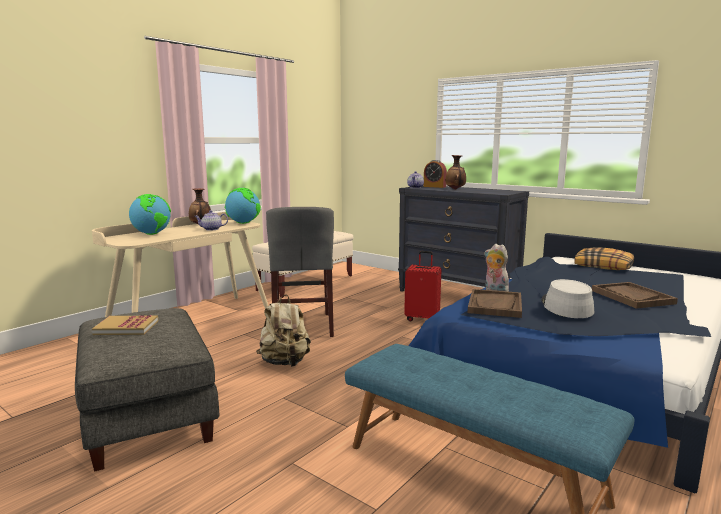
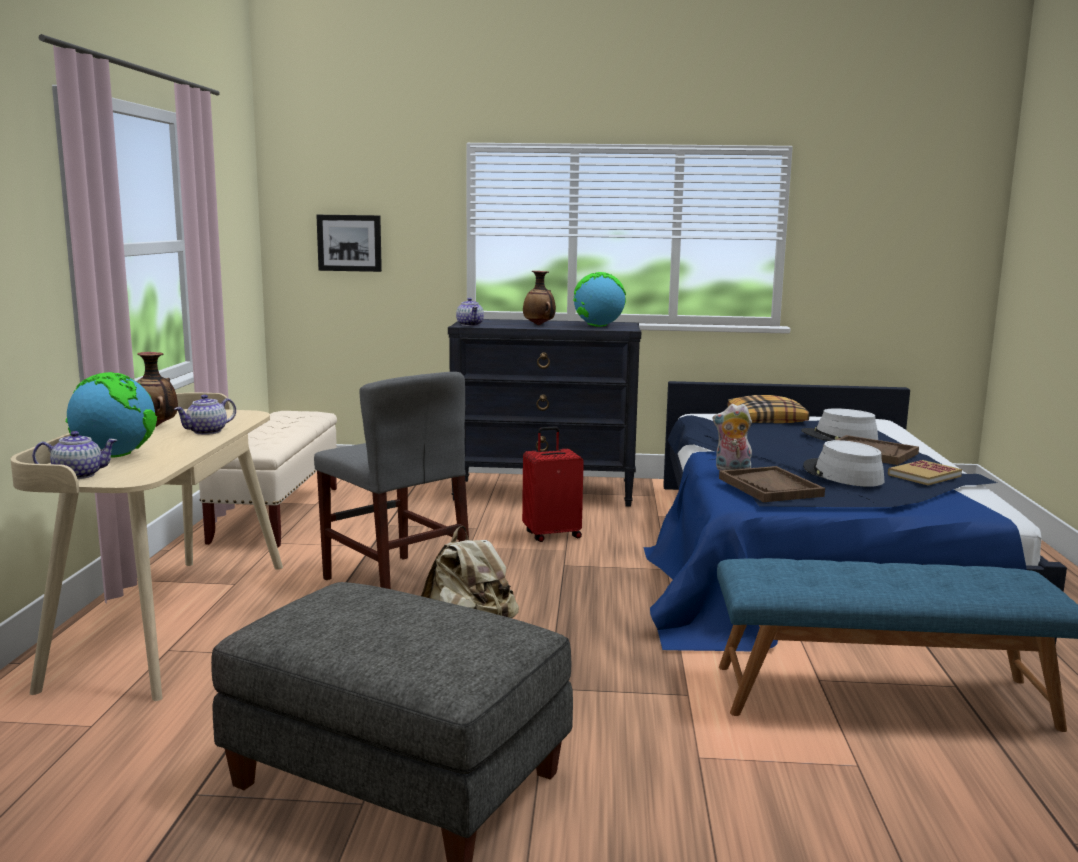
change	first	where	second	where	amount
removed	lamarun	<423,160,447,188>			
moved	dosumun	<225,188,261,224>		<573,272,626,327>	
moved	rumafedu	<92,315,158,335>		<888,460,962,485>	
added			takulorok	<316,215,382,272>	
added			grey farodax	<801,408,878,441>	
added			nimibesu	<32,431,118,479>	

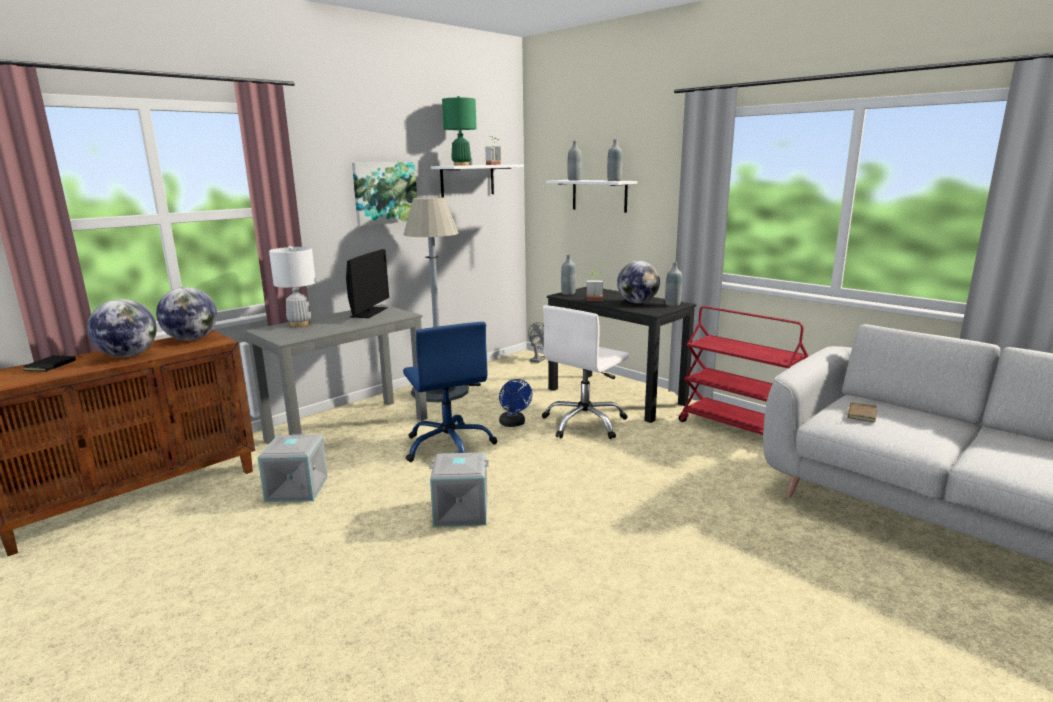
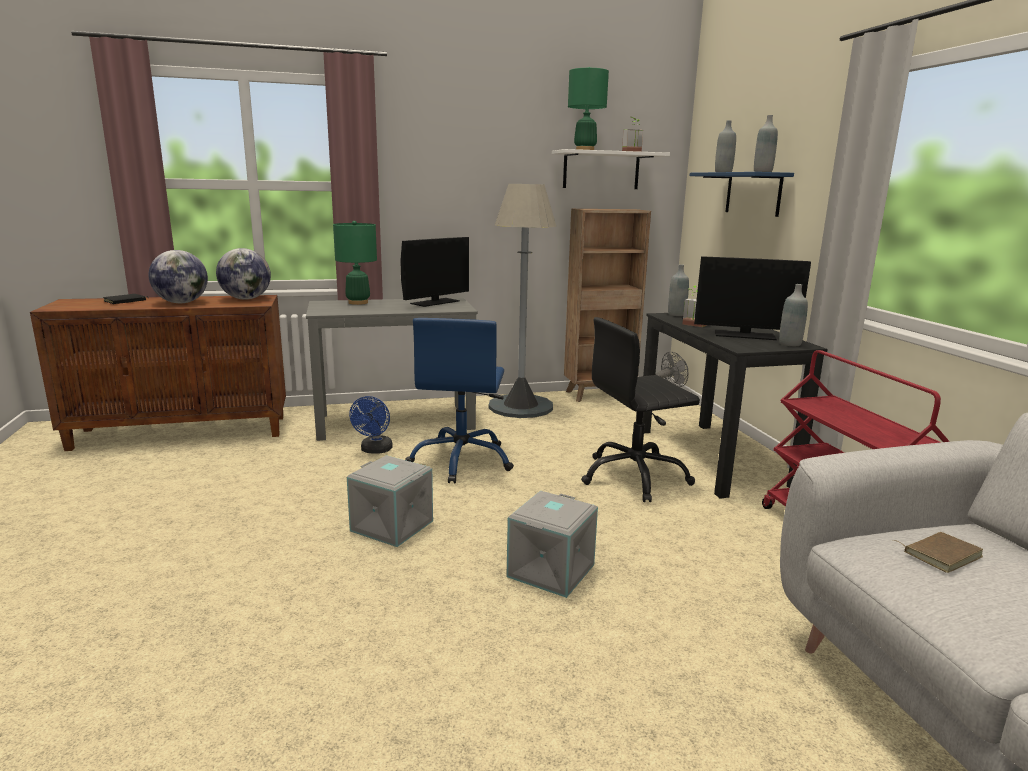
change	first	where	second	where	amount
removed	takulorok	<352,162,417,226>			
recoloured	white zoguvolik	<546,180,637,213>	blue zoguvolik	<689,172,794,217>	
recoloured	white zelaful	<269,246,316,327>	green zelaful	<333,221,377,305>	
replaced	dosumun	<617,261,660,303>	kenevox	<694,256,811,340>	
recoloured	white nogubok	<542,305,629,439>	black nogubok	<581,317,700,502>	
moved	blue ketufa	<499,379,532,427>		<349,396,393,454>	
moved	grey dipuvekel	<258,434,328,502>		<506,491,598,598>	
added			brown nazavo	<564,209,651,402>	

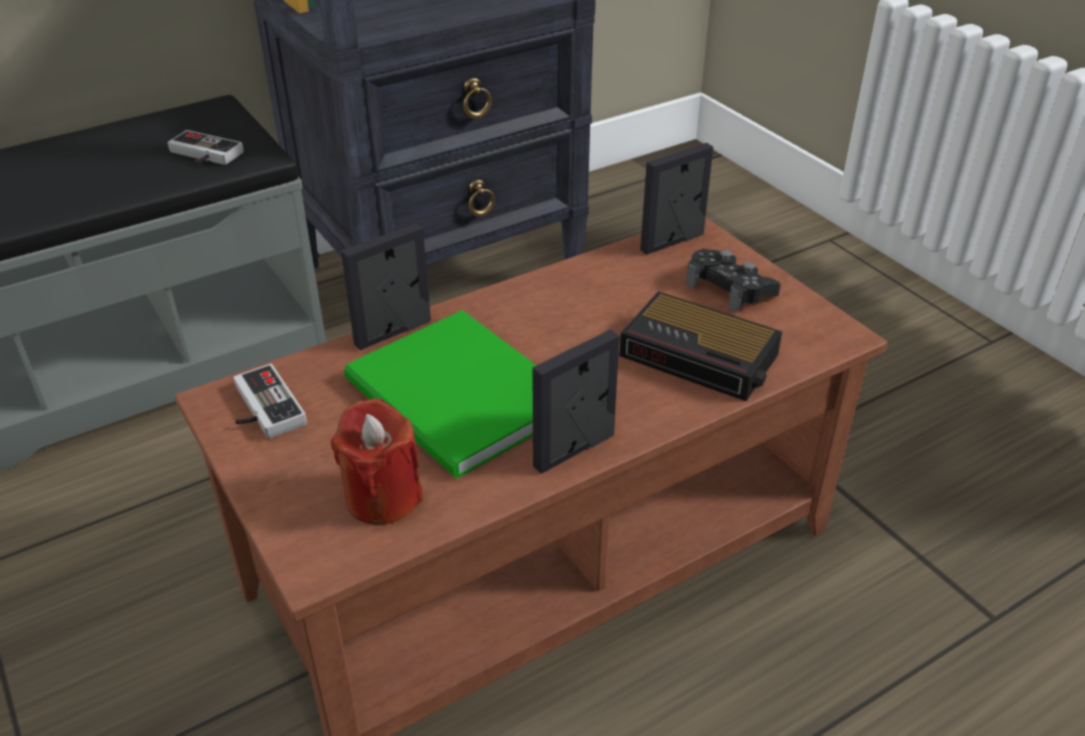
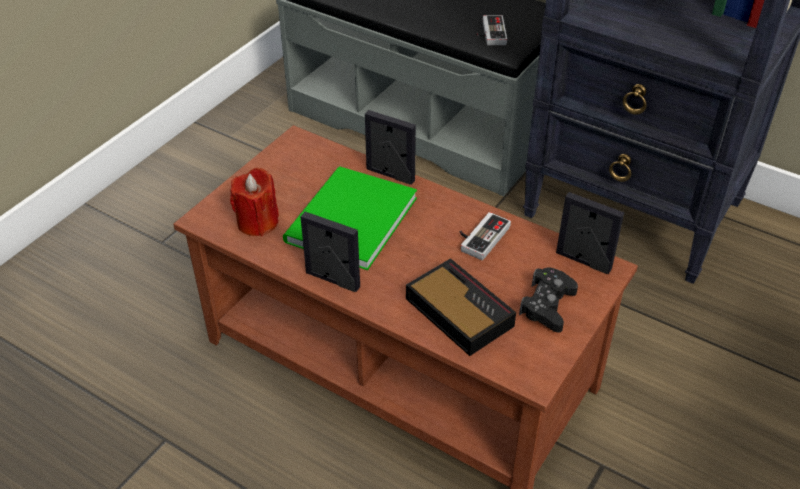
change	first	where	second	where	amount
turned	lamarun	<620,291,782,401>		<406,258,516,356>	135 degrees clockwise
moved	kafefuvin	<233,364,307,439>		<459,212,511,260>	

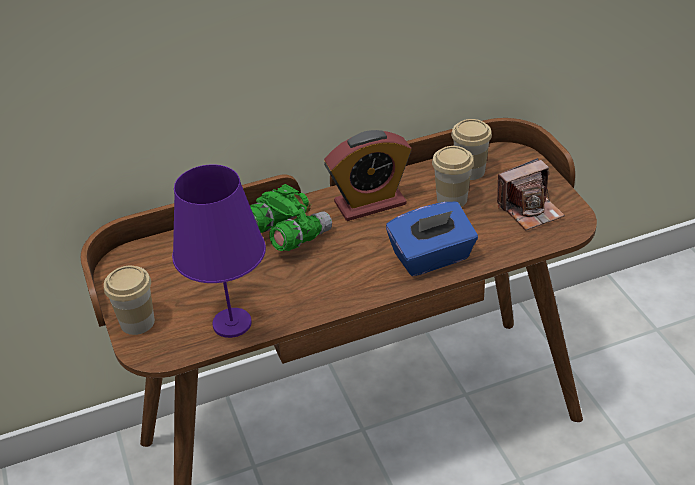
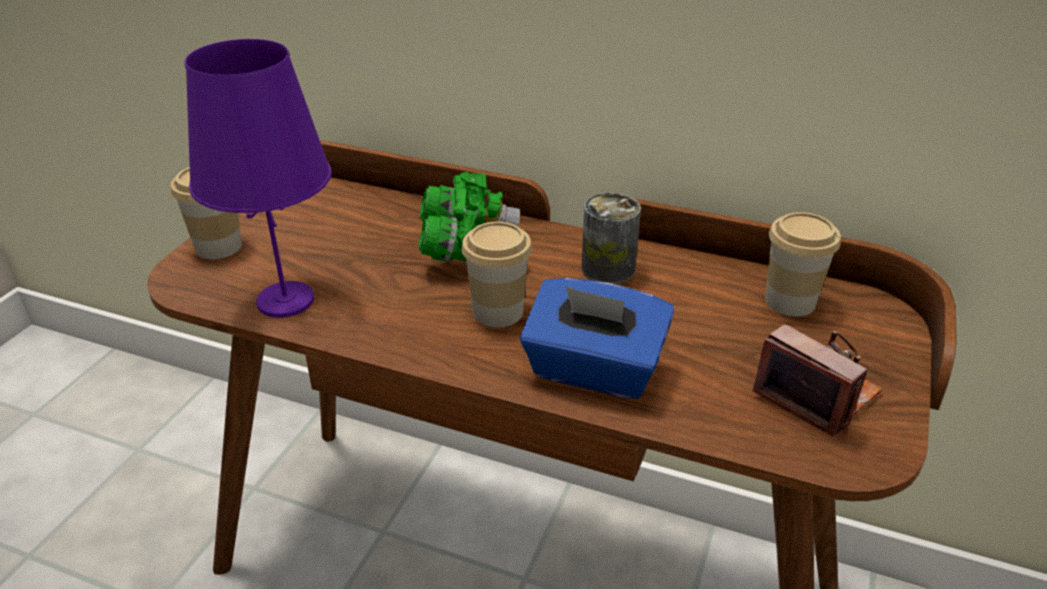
change	first	where	second	where	amount
replaced	lamarun	<324,130,411,221>	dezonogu	<581,193,641,284>	
moved	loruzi	<432,146,474,207>		<462,222,532,327>	
turned	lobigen	<497,158,565,231>		<753,324,882,436>	150 degrees counterclockwise

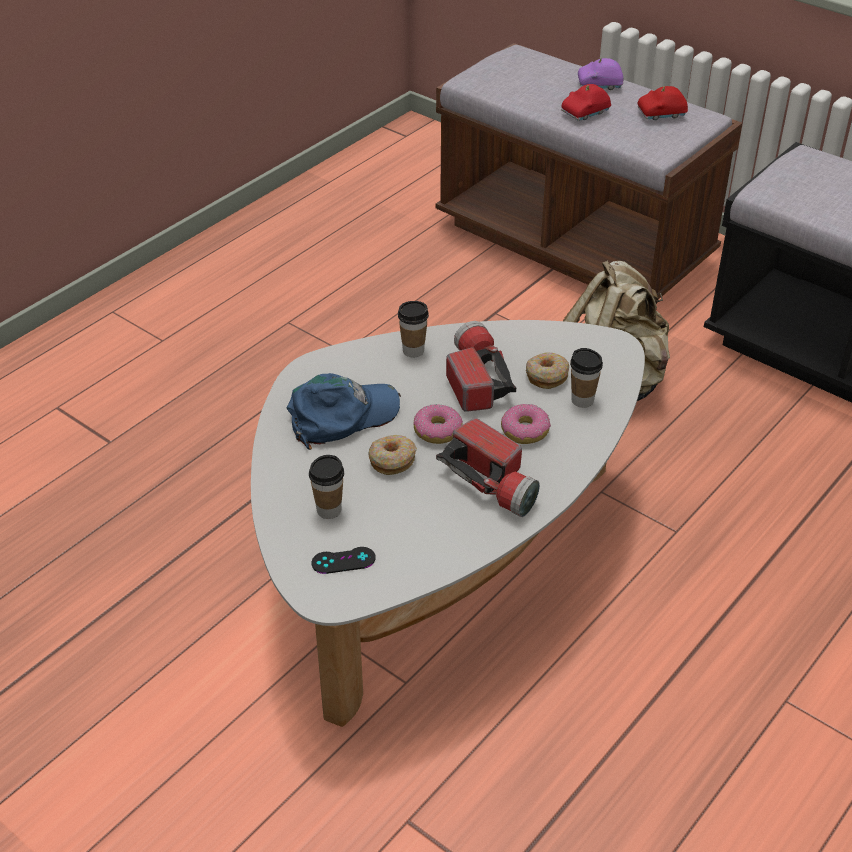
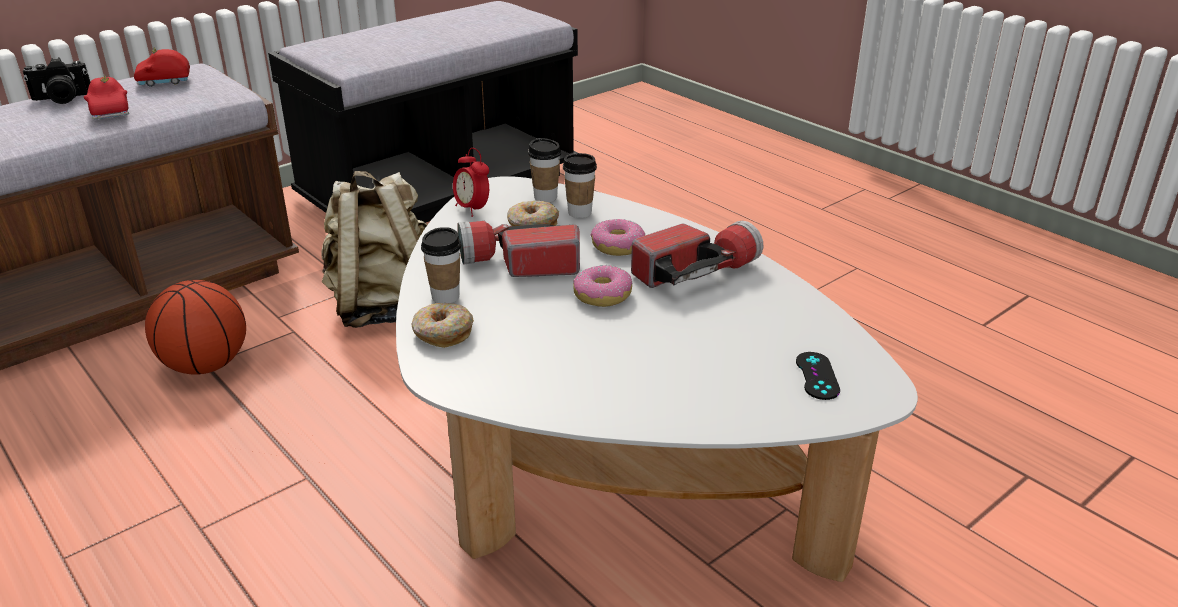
change	first	where	second	where	amount
replaced	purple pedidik	<578,58,624,90>	lobigen	<23,57,90,104>	
turned	red pedidik	<638,86,688,120>		<134,48,190,87>	75 degrees clockwise
removed	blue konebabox	<287,373,401,450>			
moved	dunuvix	<368,435,417,475>		<411,303,474,348>	
moved	loruzi	<309,455,344,519>		<528,138,561,202>	
added			lamarun	<453,148,489,217>	
added			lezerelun	<145,280,246,375>	

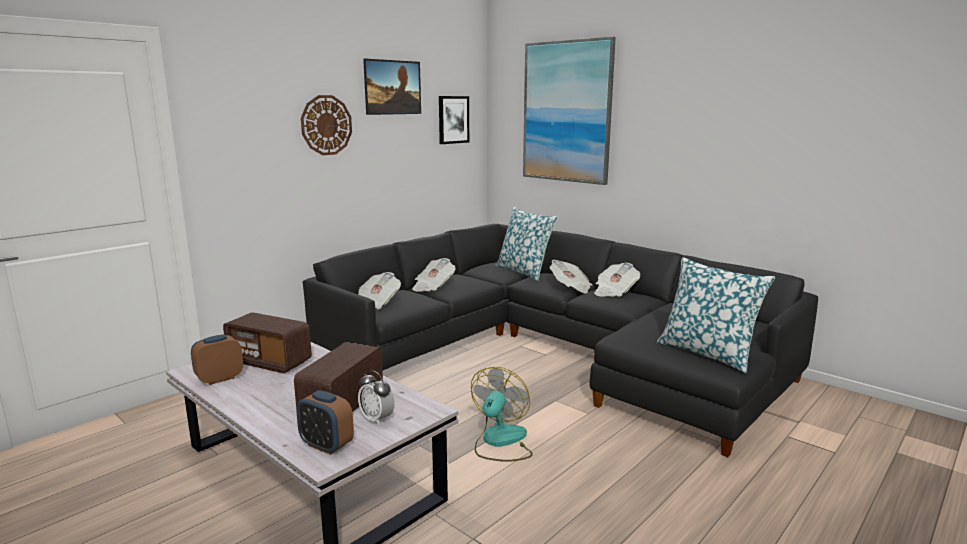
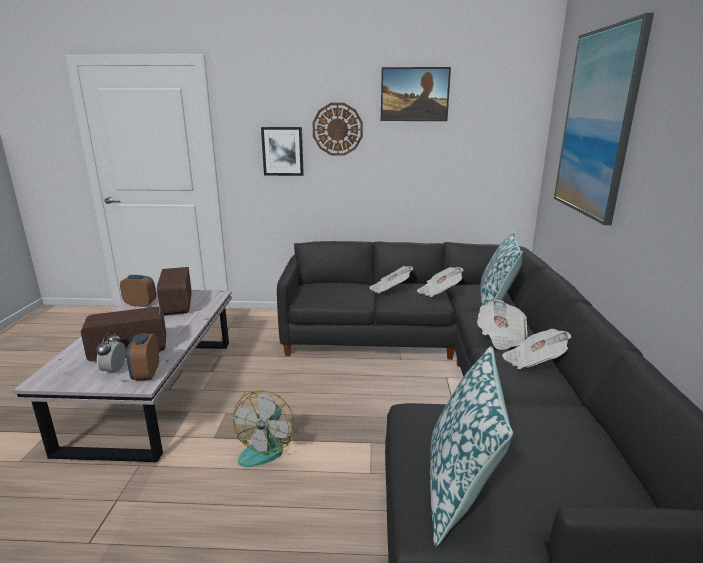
change	first	where	second	where	amount
moved	takulorok	<439,96,469,144>		<261,127,304,176>	
moved	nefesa	<358,272,401,309>		<417,267,464,297>	
turned	ketufa	<471,367,533,462>		<233,390,295,467>	120 degrees clockwise
moved	lamarun	<296,390,354,455>		<126,333,159,381>	

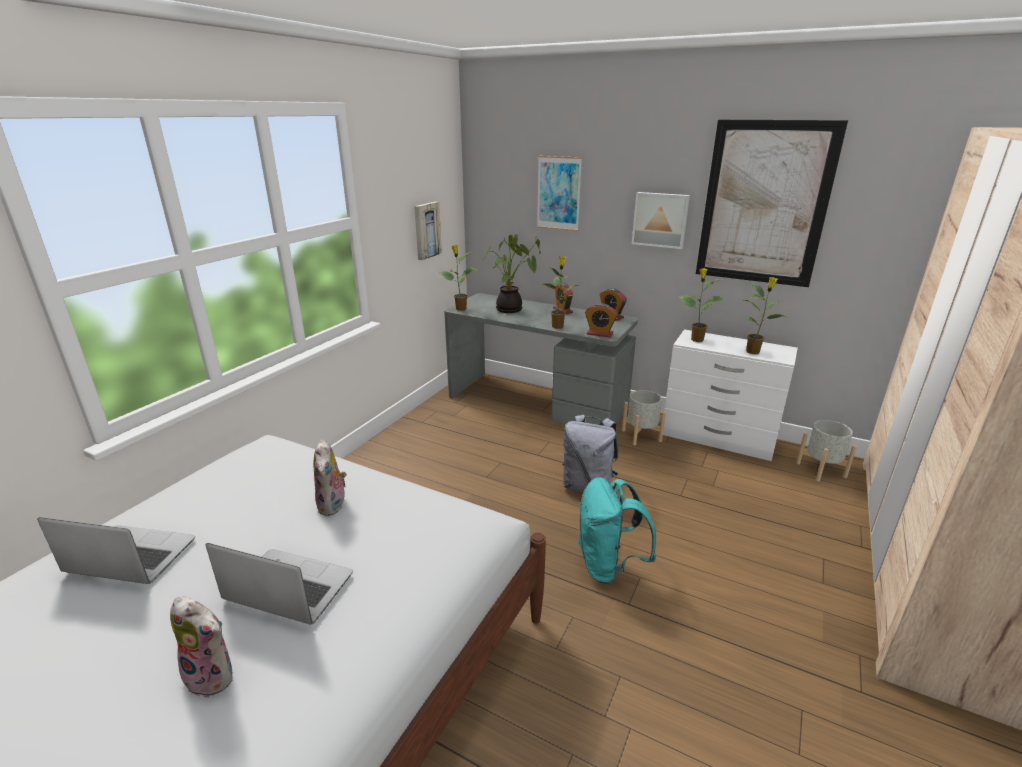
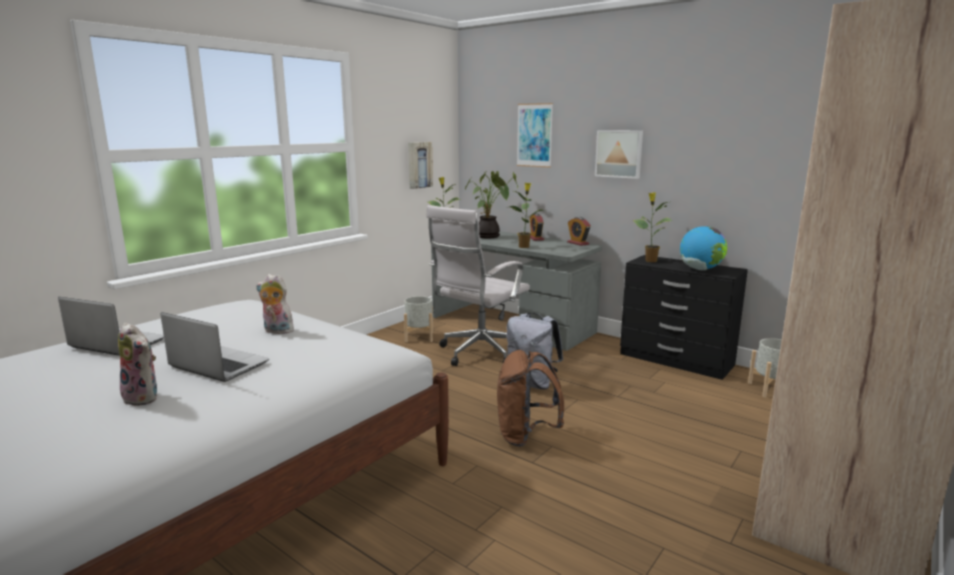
change	first	where	second	where	amount
removed	takulorok	<696,120,848,287>			
replaced	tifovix	<744,277,786,354>	dosumun	<680,226,727,270>	
removed	lamarun	<585,303,618,337>			
recoloured	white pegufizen	<663,329,798,461>	black pegufizen	<620,255,748,380>	
moved	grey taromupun	<622,390,666,445>		<404,296,433,342>	
turned	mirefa	<313,440,347,516>		<256,274,298,334>	105 degrees clockwise
recoloured	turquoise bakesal	<578,477,656,584>	brown bakesal	<497,350,564,447>	
added			white nogubok	<426,205,530,366>	

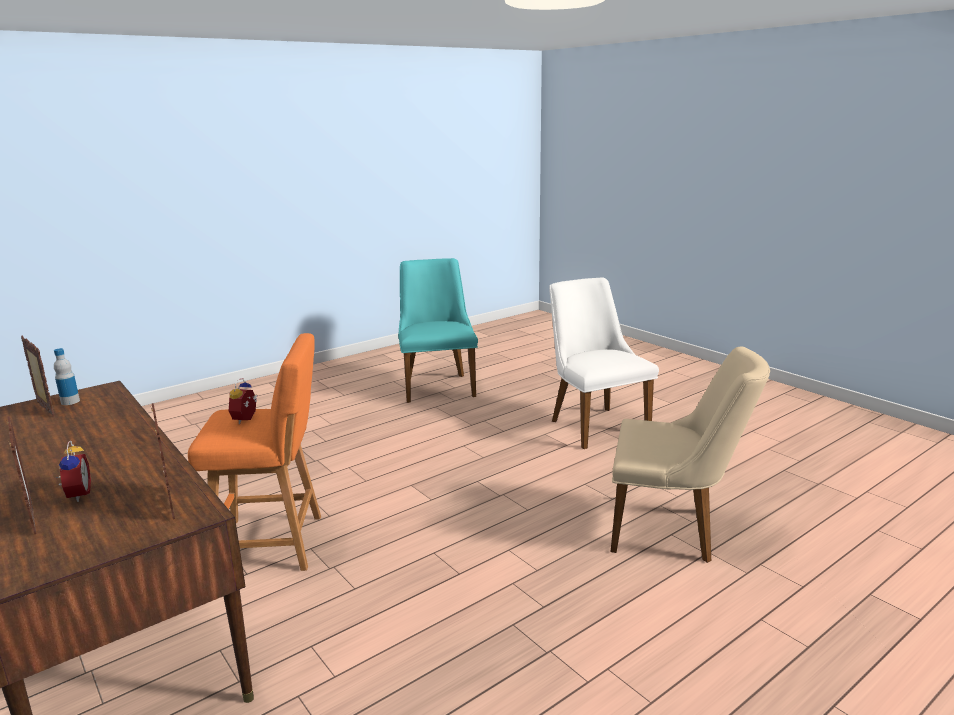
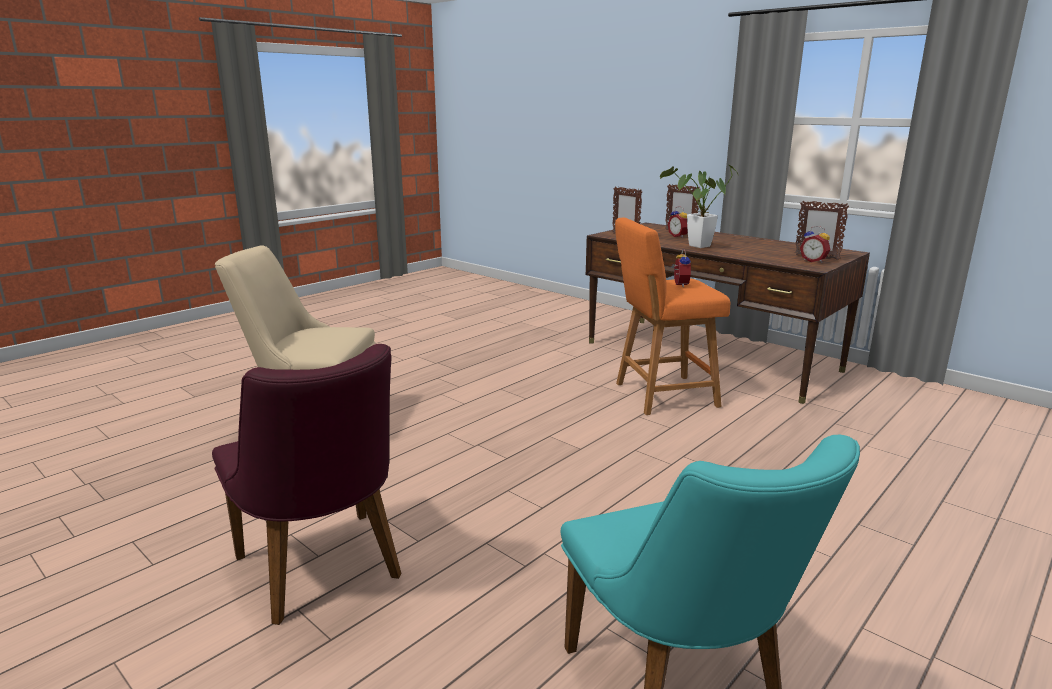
change	first	where	second	where	amount
recoloured	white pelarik	<549,278,659,449>	purple pelarik	<212,344,402,625>	
replaced	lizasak	<54,348,80,405>	lamarun	<800,226,831,263>	
added			tifovix	<660,165,738,248>	

